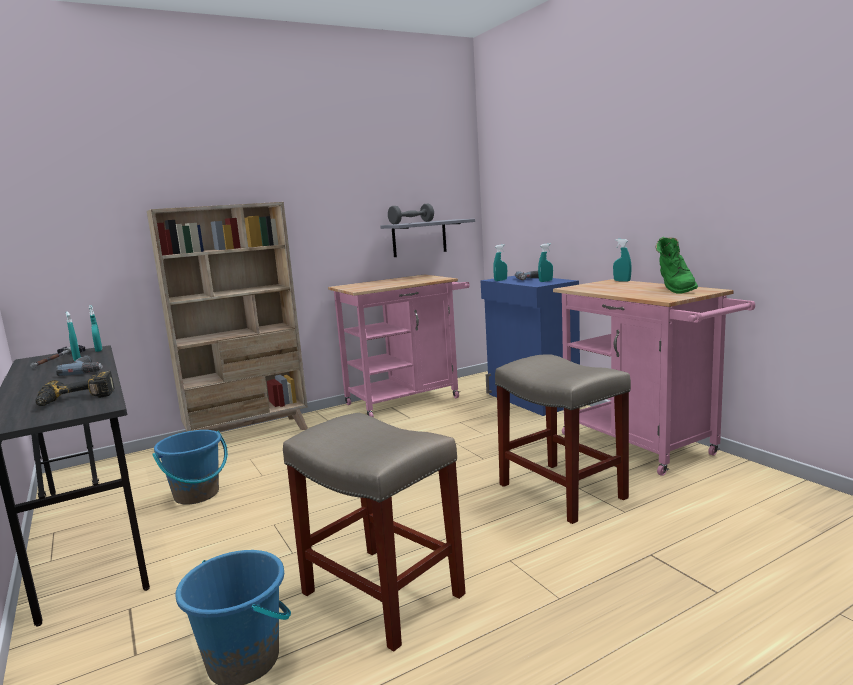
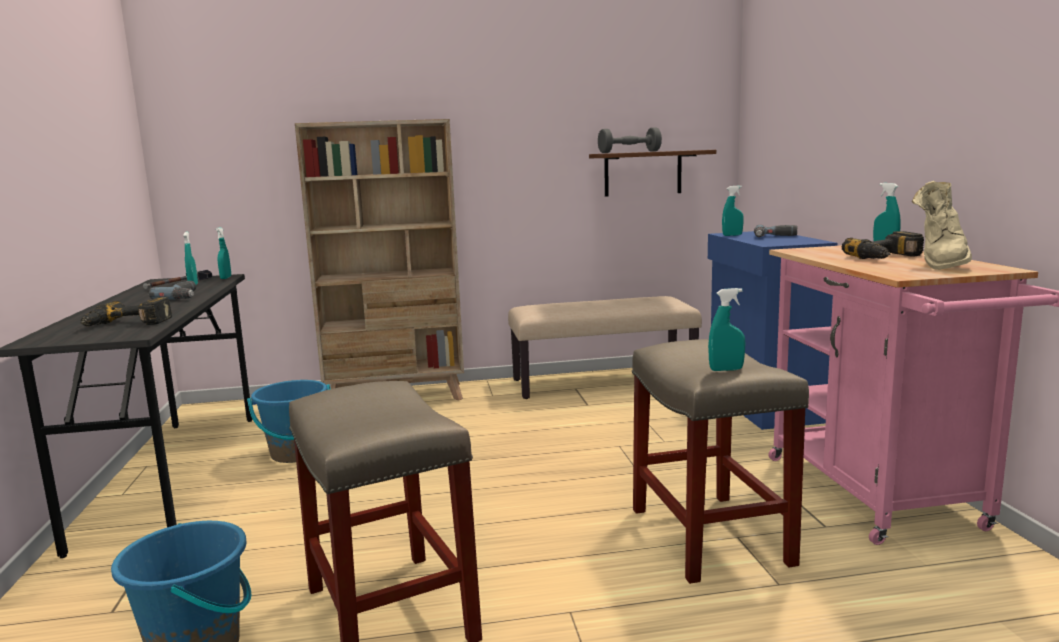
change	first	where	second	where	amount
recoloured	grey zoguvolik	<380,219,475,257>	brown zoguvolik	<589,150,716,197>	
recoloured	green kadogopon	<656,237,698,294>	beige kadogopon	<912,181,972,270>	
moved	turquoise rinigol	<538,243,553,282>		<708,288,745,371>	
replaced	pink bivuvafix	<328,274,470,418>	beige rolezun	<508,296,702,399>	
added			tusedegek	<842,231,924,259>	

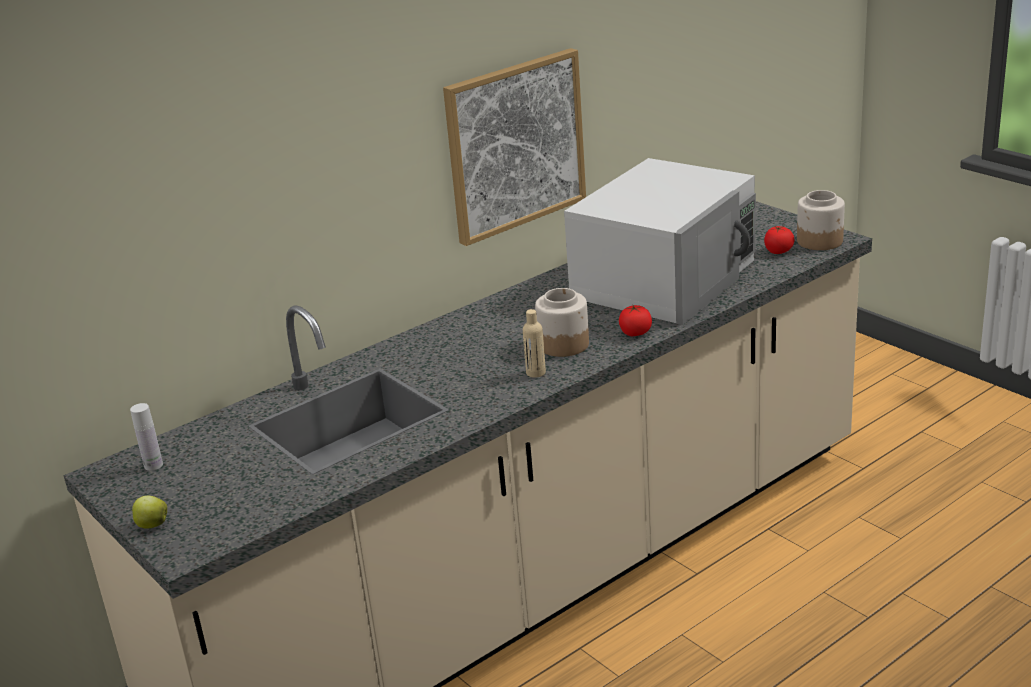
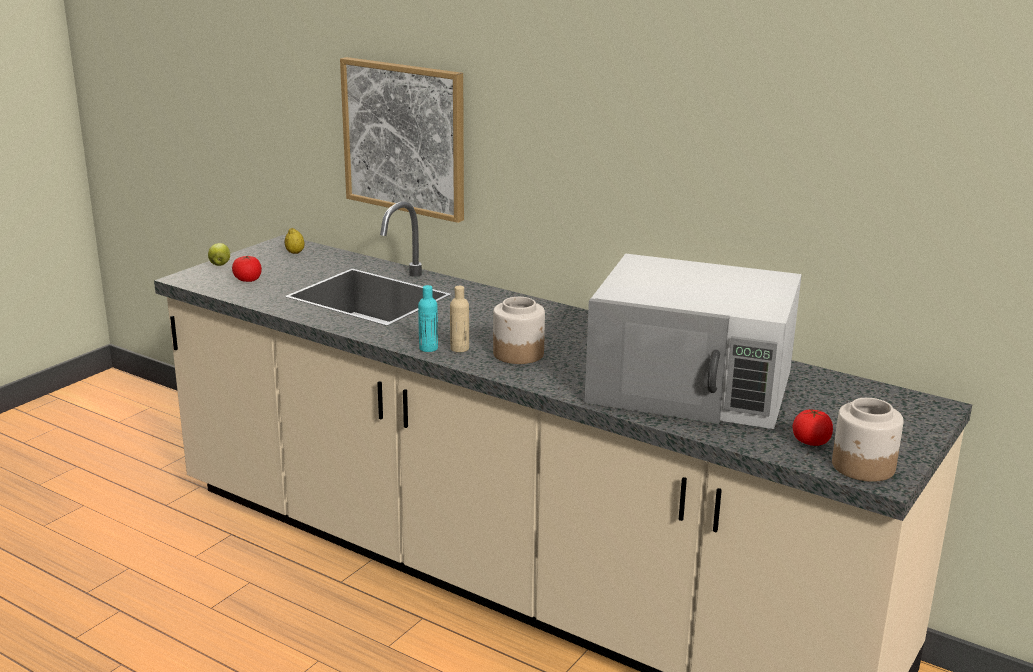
change	first	where	second	where	amount
moved	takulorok	<443,48,586,246>		<340,57,464,223>	
moved	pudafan	<619,305,652,336>		<232,255,262,282>	
replaced	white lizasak	<130,403,163,471>	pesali	<285,228,304,254>	
added			turquoise lizasak	<418,285,438,352>	

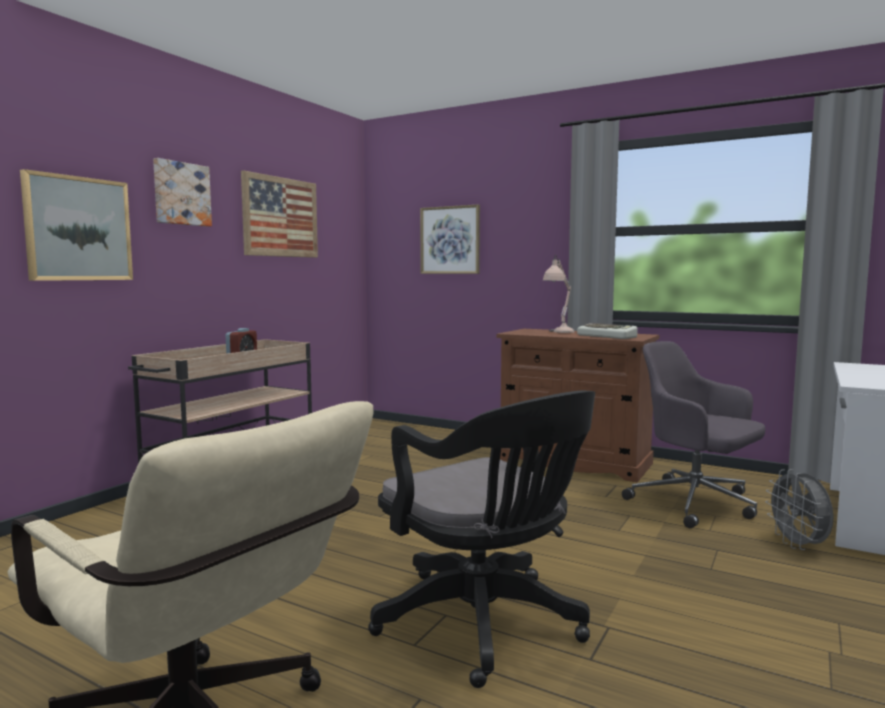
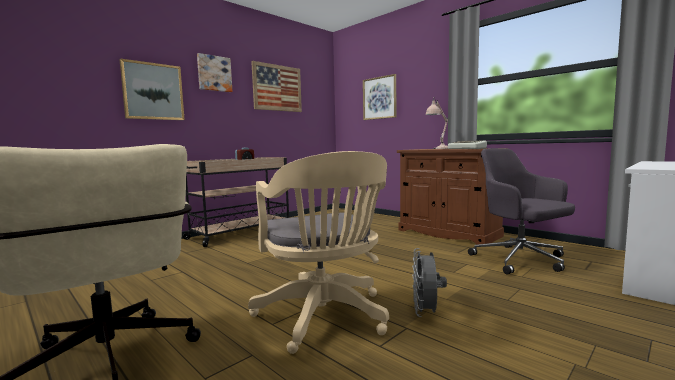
change	first	where	second	where	amount
recoloured	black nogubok	<368,390,595,688>	beige nogubok	<248,151,389,354>	
moved	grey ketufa	<765,469,834,550>		<412,248,447,317>	

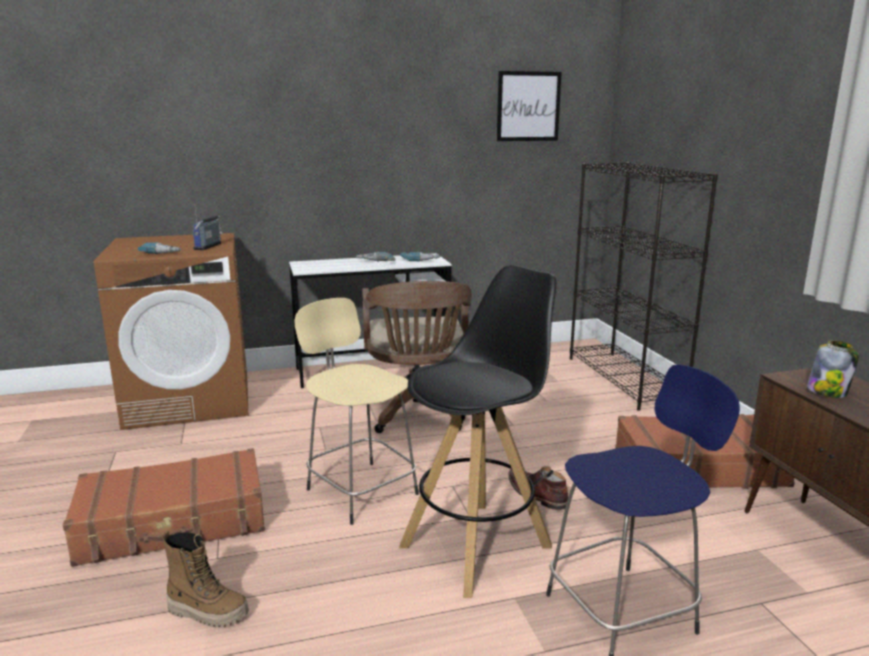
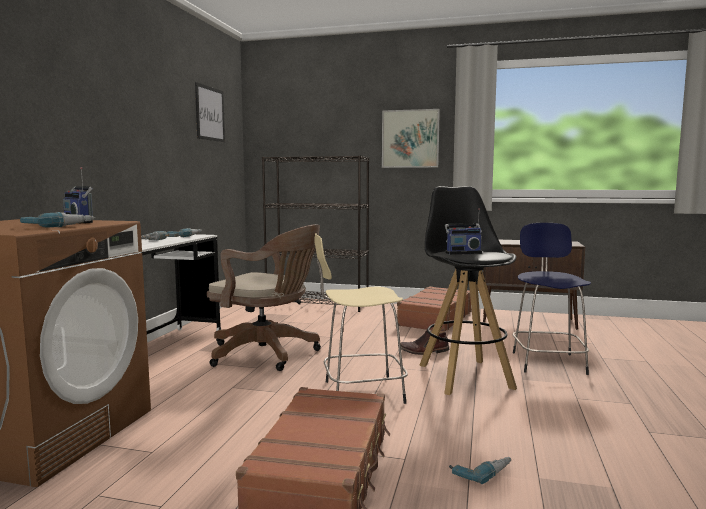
change	first	where	second	where	amount
removed	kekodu	<807,341,859,398>			
replaced	kadogopon	<162,531,249,628>	tusedegek	<449,457,511,484>	
added			takulorok	<382,109,440,168>	
added			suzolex	<445,208,482,255>	

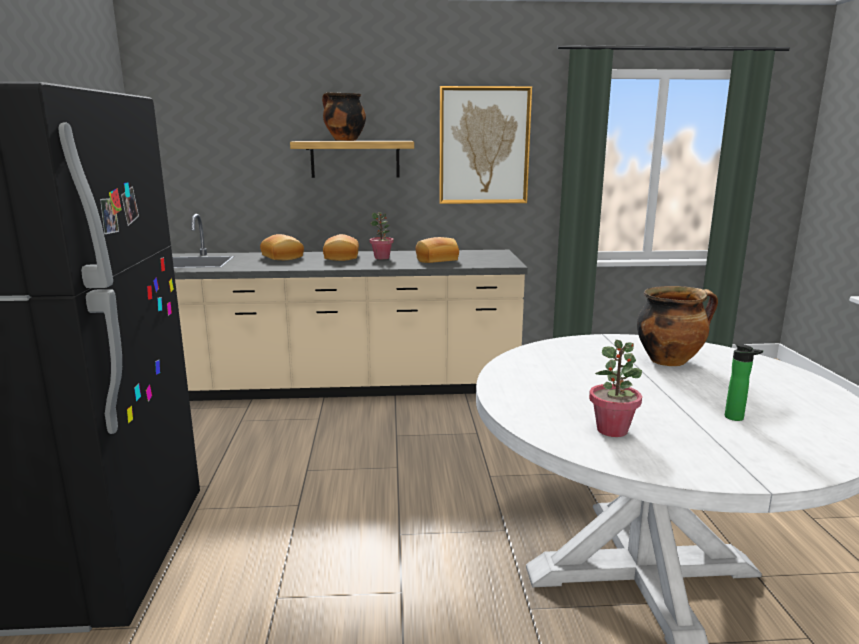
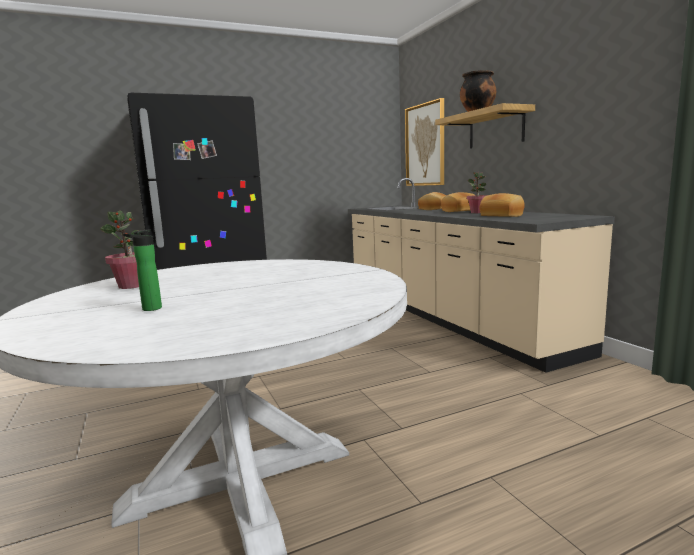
change	first	where	second	where	amount
moved	takulorok	<439,86,532,204>		<405,98,444,186>	
removed	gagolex	<637,286,718,366>			

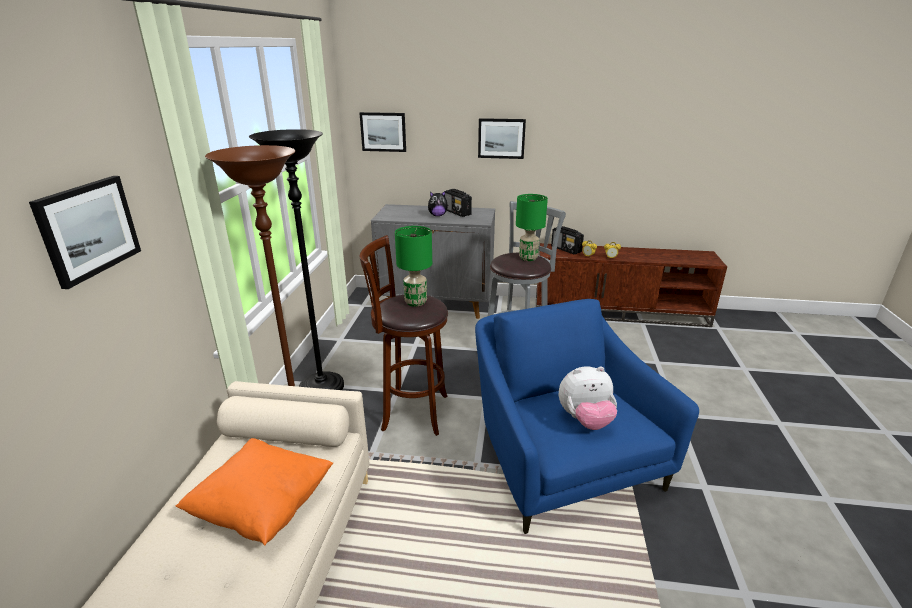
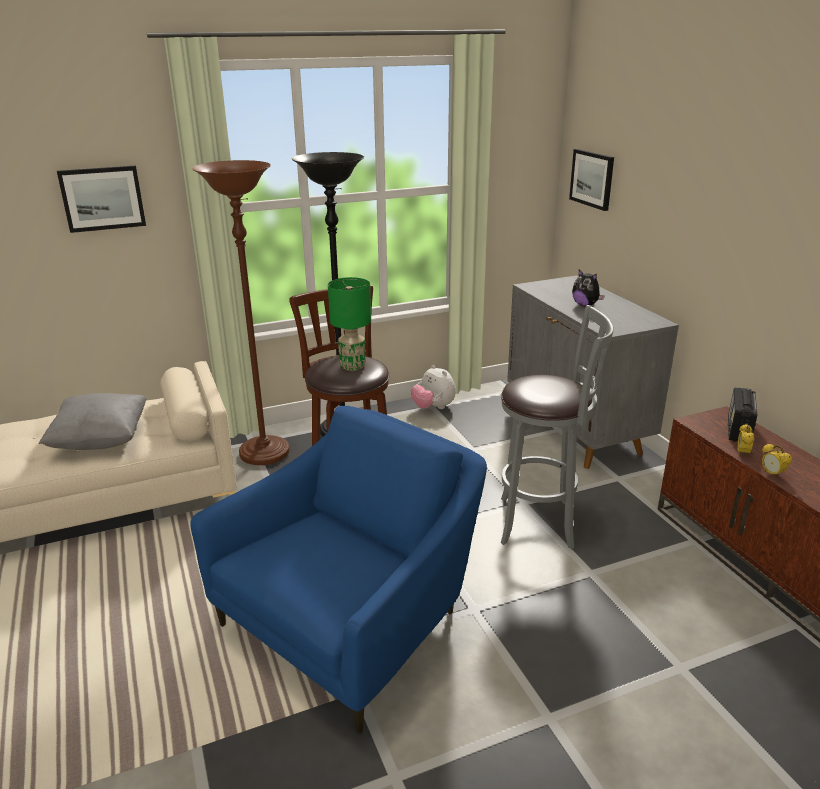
change	first	where	second	where	amount
removed	takulorok	<478,118,526,159>			
removed	suzolex	<445,189,472,217>			
removed	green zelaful	<516,194,548,261>			
moved	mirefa	<559,367,617,430>		<411,365,456,409>	
recoloured	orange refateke	<176,438,333,546>	grey refateke	<39,393,147,450>	

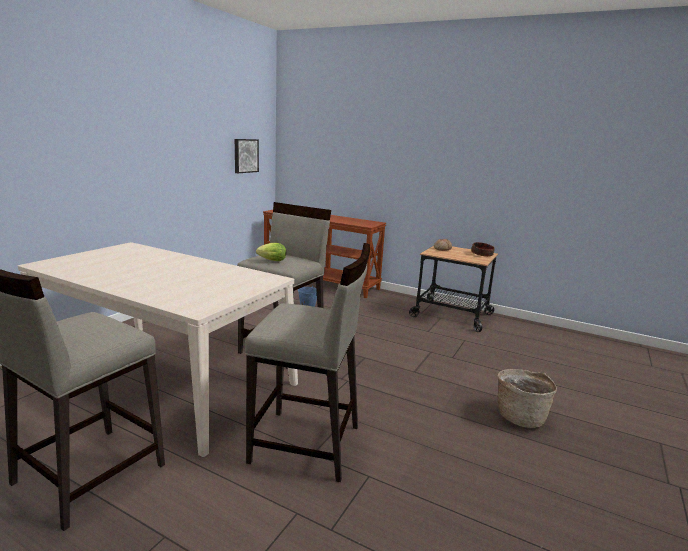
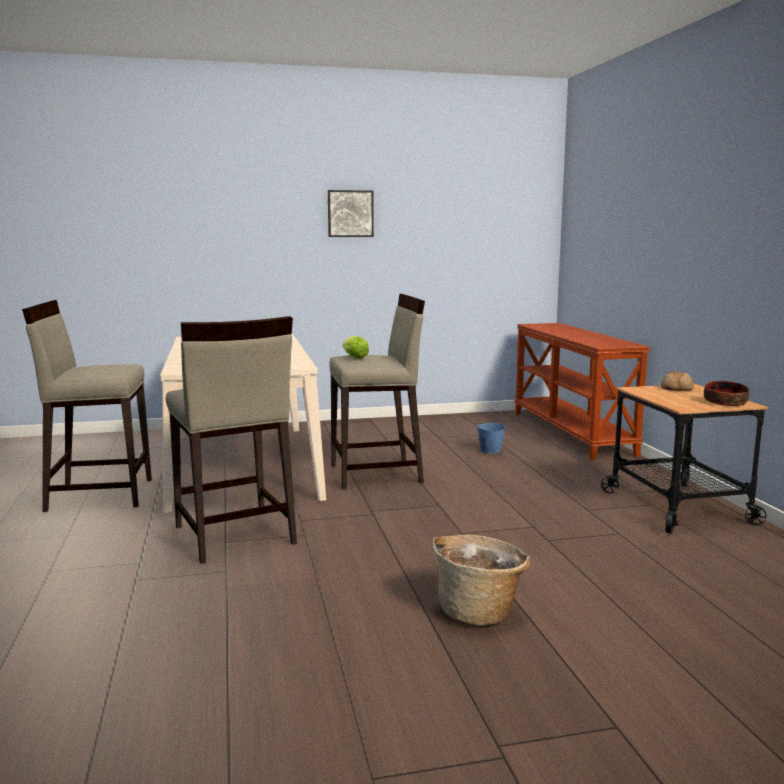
change	first	where	second	where	amount
moved	takulorok	<235,139,259,173>		<328,190,374,237>	

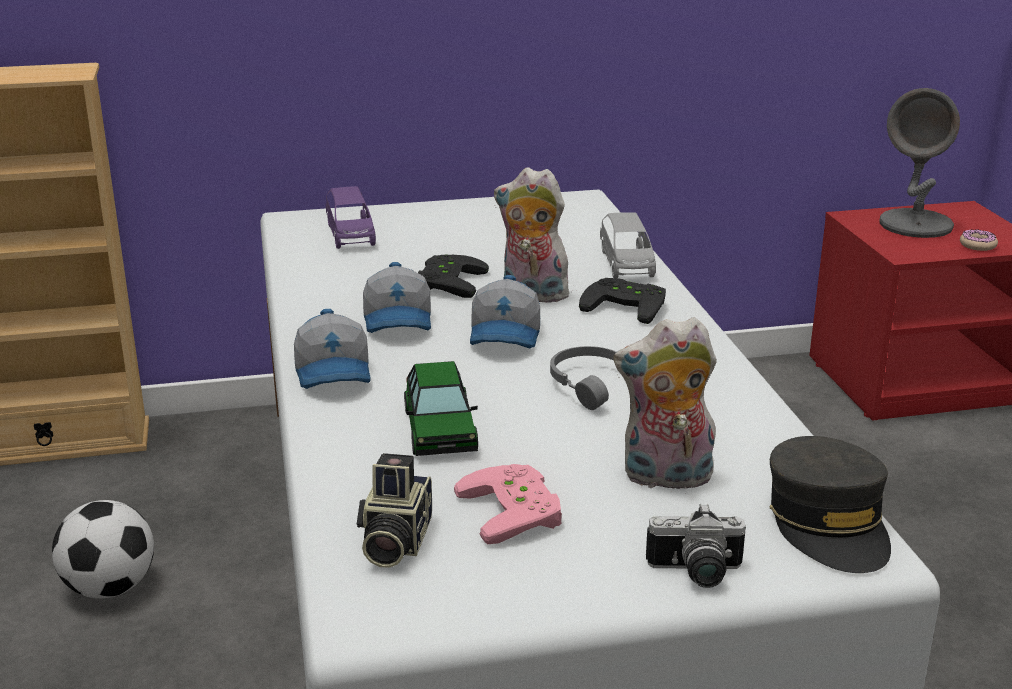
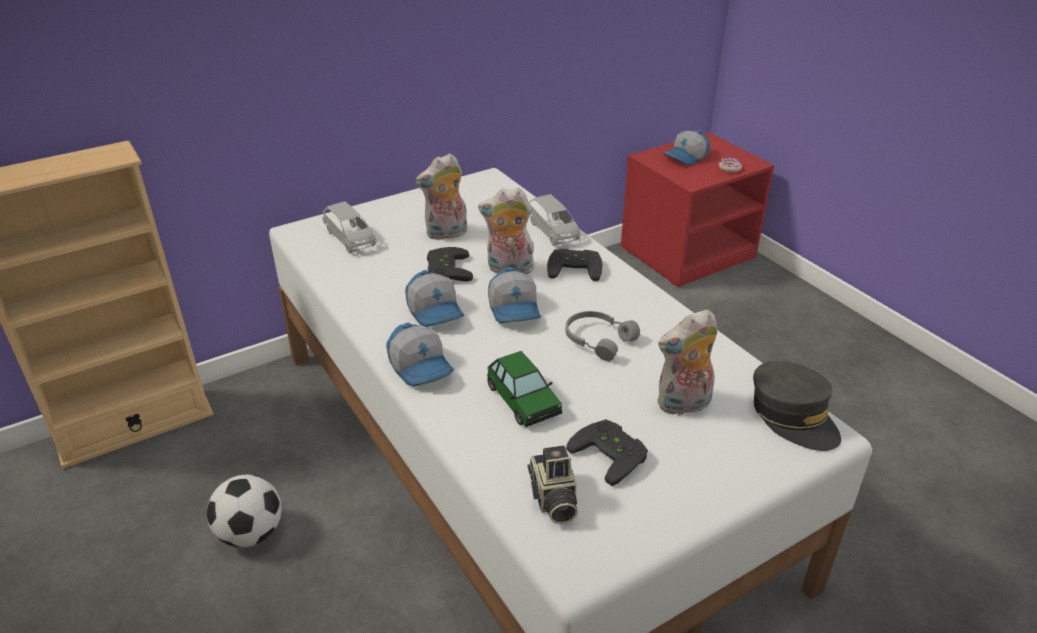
change	first	where	second	where	amount
replaced	grey zelaful	<879,88,960,238>	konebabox	<664,130,710,165>	
recoloured	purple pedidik	<326,186,376,249>	grey pedidik	<323,201,376,253>	
recoloured	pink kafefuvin	<454,464,562,544>	black kafefuvin	<566,419,648,486>	
removed	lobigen	<646,504,746,588>			
added			mirefa	<415,153,467,240>	

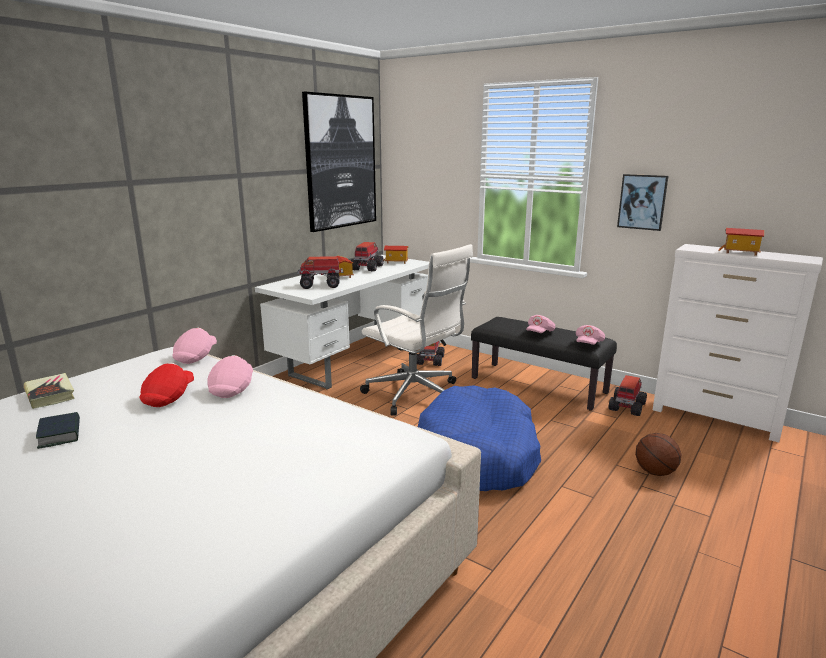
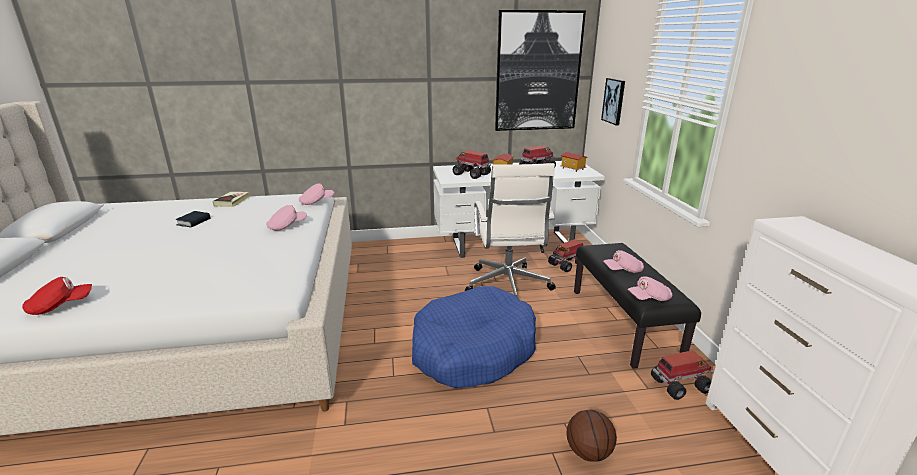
change	first	where	second	where	amount
moved	takulorok	<617,174,668,231>		<601,78,625,125>	
removed	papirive	<718,228,764,256>			
moved	red konebabox	<140,363,194,407>		<22,277,92,315>	

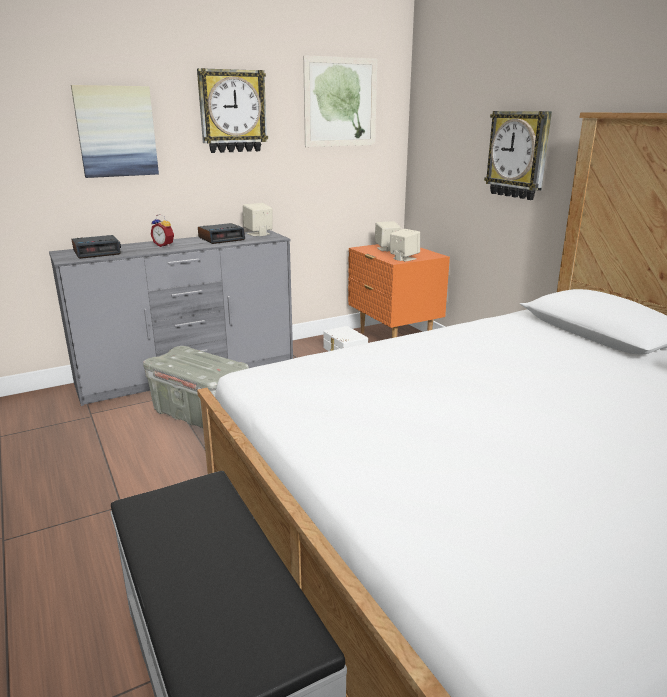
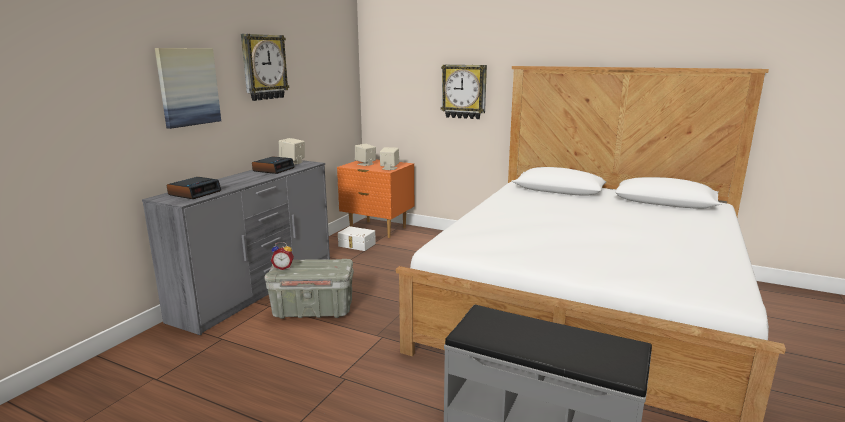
change	first	where	second	where	amount
removed	takulorok	<303,55,377,147>			
moved	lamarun	<151,214,174,247>		<271,242,294,270>	

